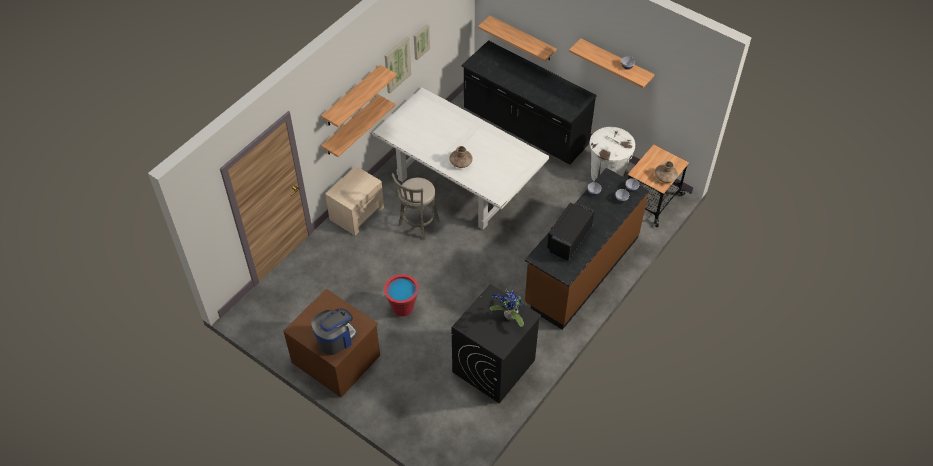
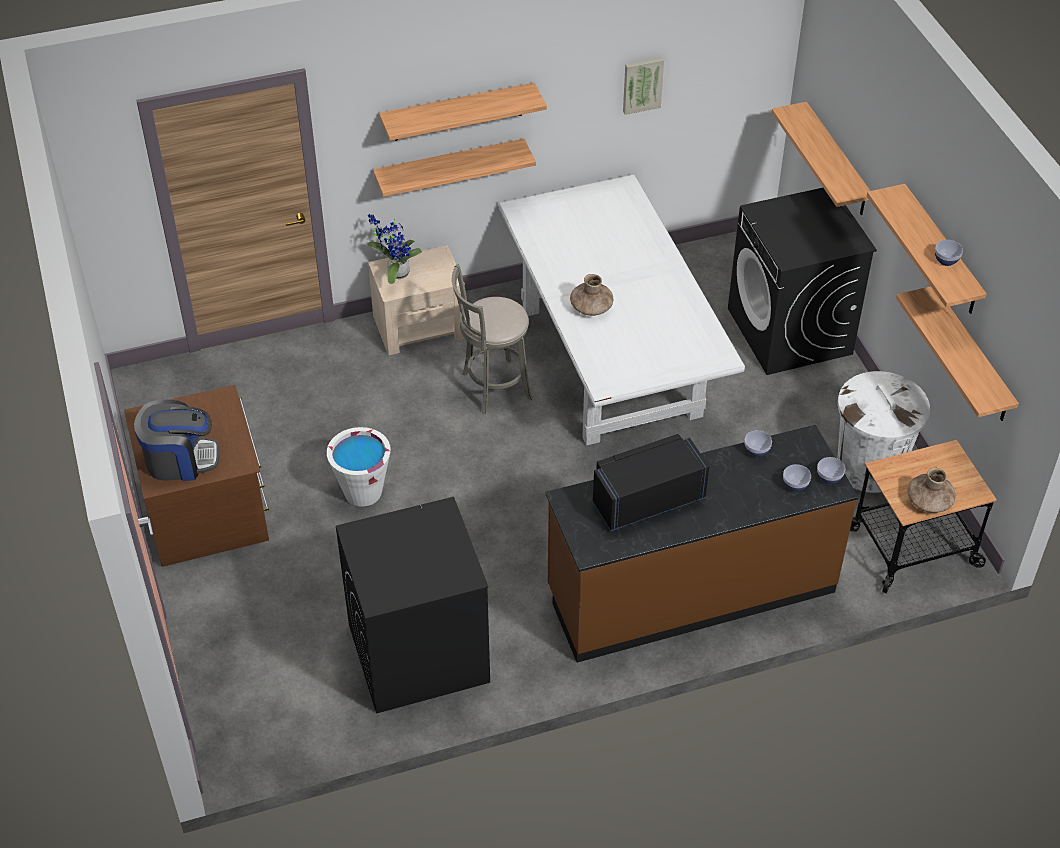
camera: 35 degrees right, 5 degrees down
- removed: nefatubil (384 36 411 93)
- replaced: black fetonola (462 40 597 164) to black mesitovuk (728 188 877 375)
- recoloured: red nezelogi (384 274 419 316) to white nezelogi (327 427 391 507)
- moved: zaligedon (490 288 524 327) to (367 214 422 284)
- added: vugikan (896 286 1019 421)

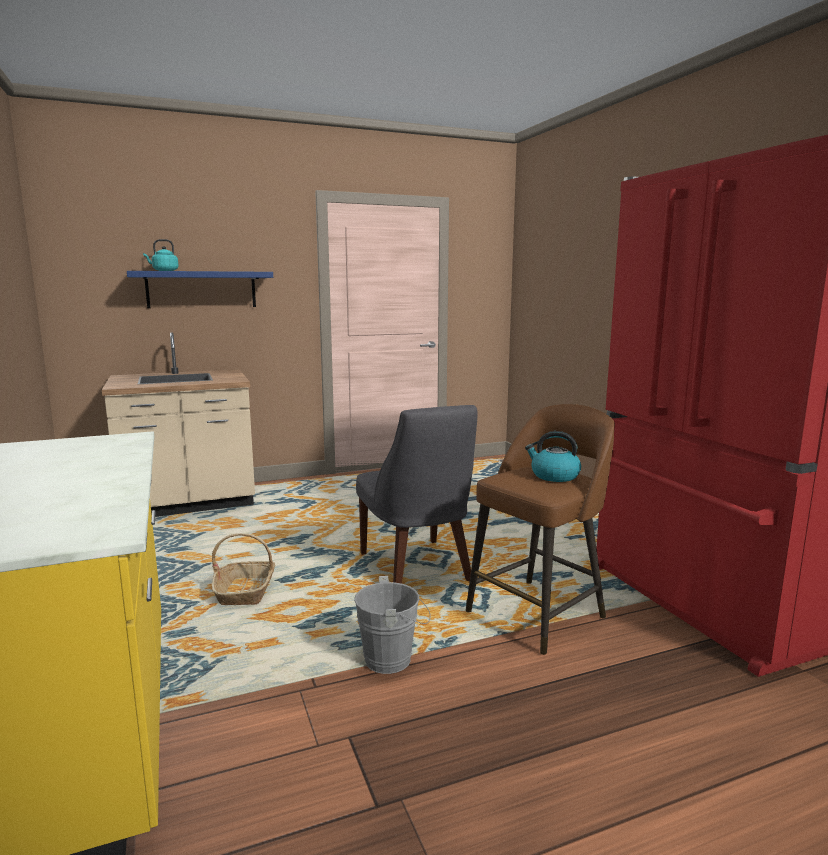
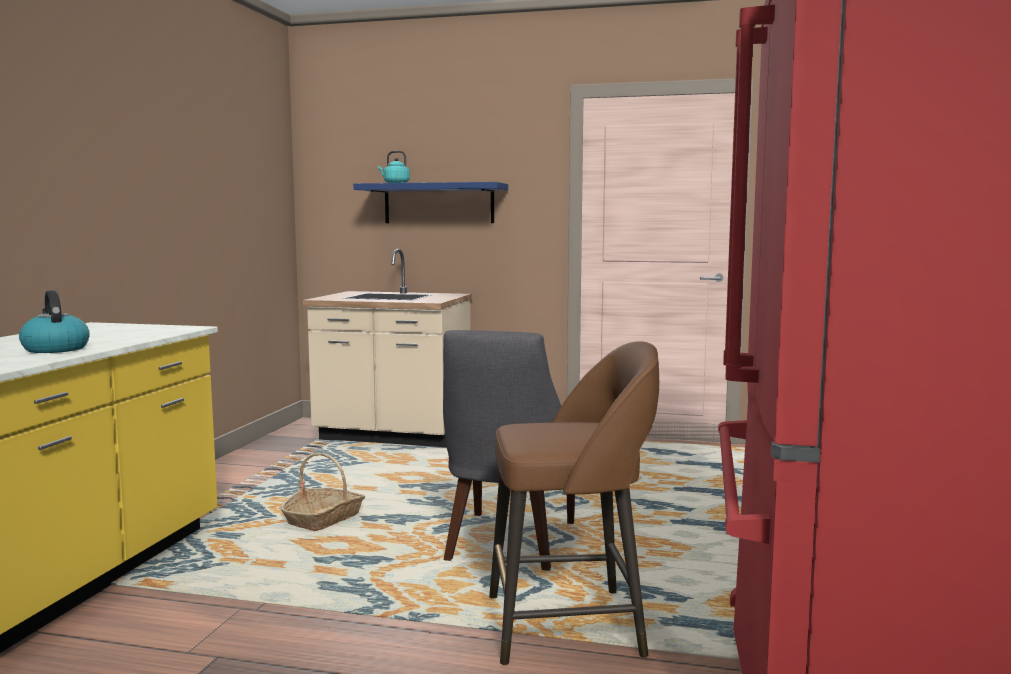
camera: 35 degrees right, 5 degrees down
- moved: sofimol (525 431 581 482) to (19 290 90 353)
- removed: grey nezelogi (354 576 430 674)

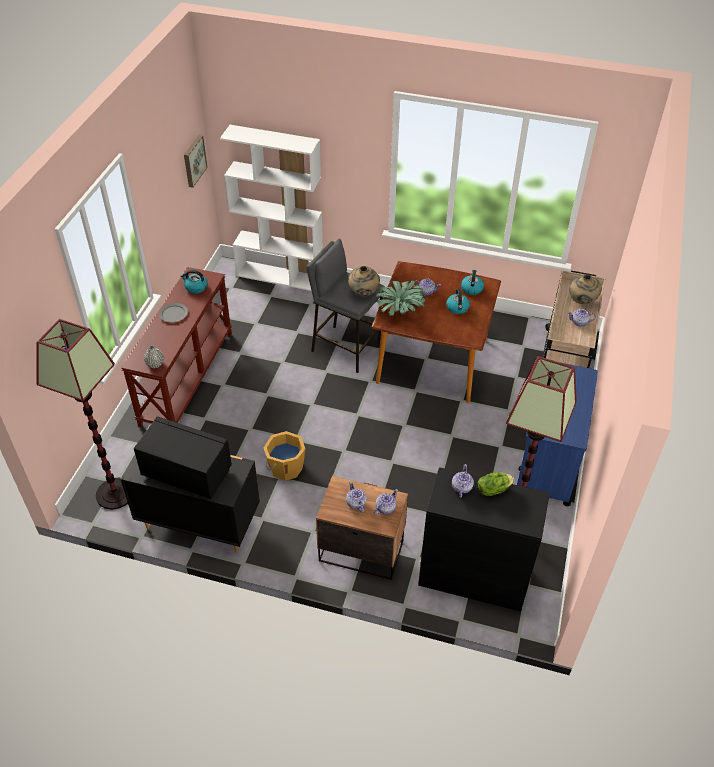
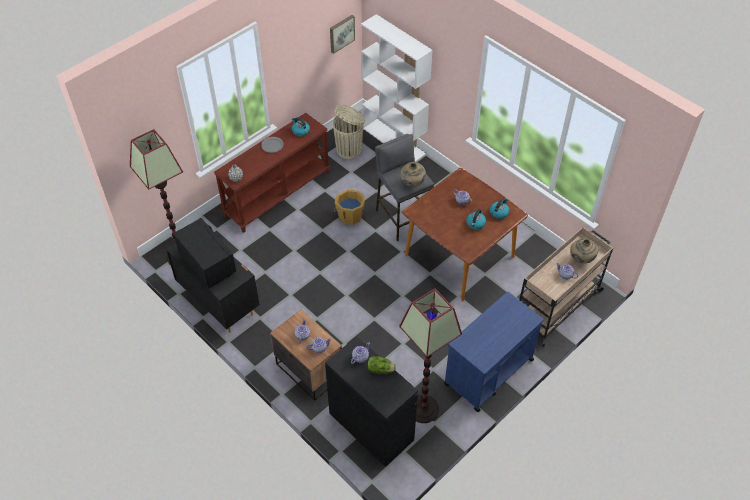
camera: 30 degrees right, 5 degrees up
- removed: zaligedon (376 280 426 316)
- moved: orange nezelogi (264 431 305 481) to (334 189 365 225)
- added: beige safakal (333 105 365 159)

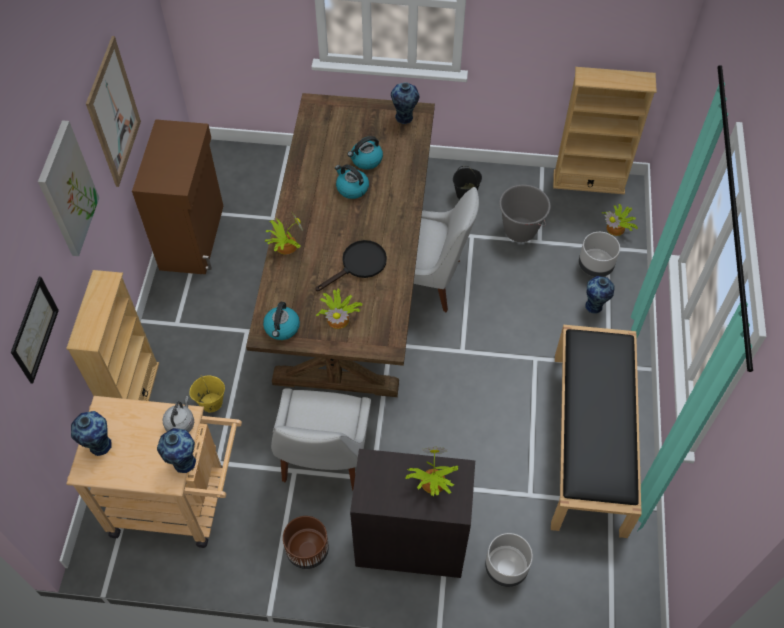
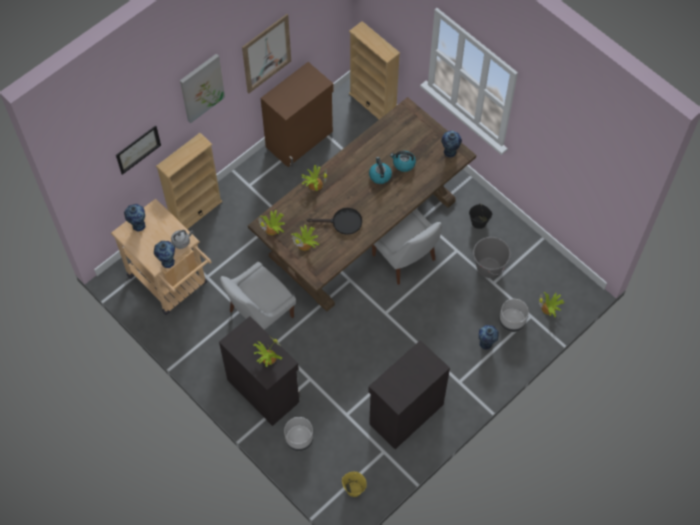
camera: 40 degrees right, 5 degrees up
- moved: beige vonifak (553 67 657 194) to (349 21 400 119)
- replaced: sofimol (263 302 300 340) to zaligedon (258 210 285 235)
- replaced: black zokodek (551 325 642 538) to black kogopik (368 340 450 449)
- moved: yellow nezelogi (189 376 225 412) to (342 472 367 497)
- removed: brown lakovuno (283 516 329 569)

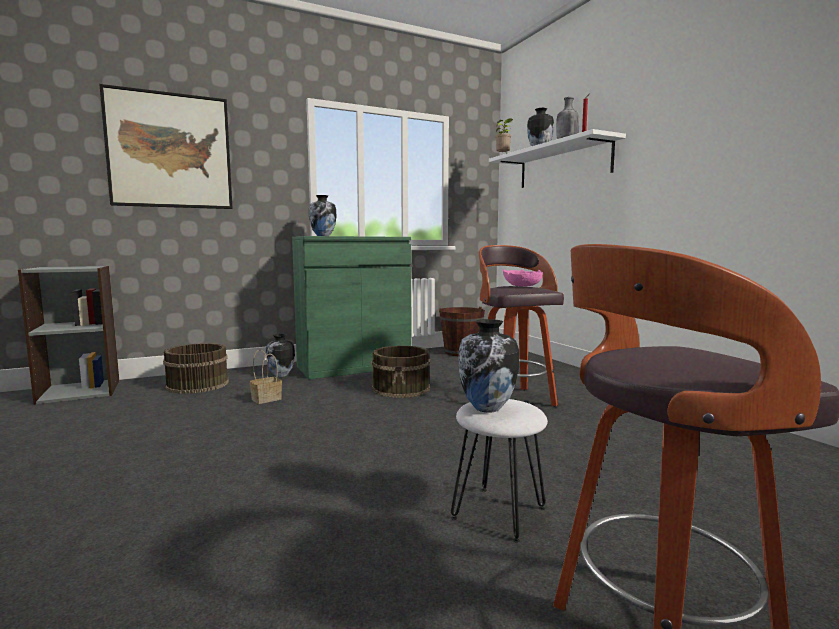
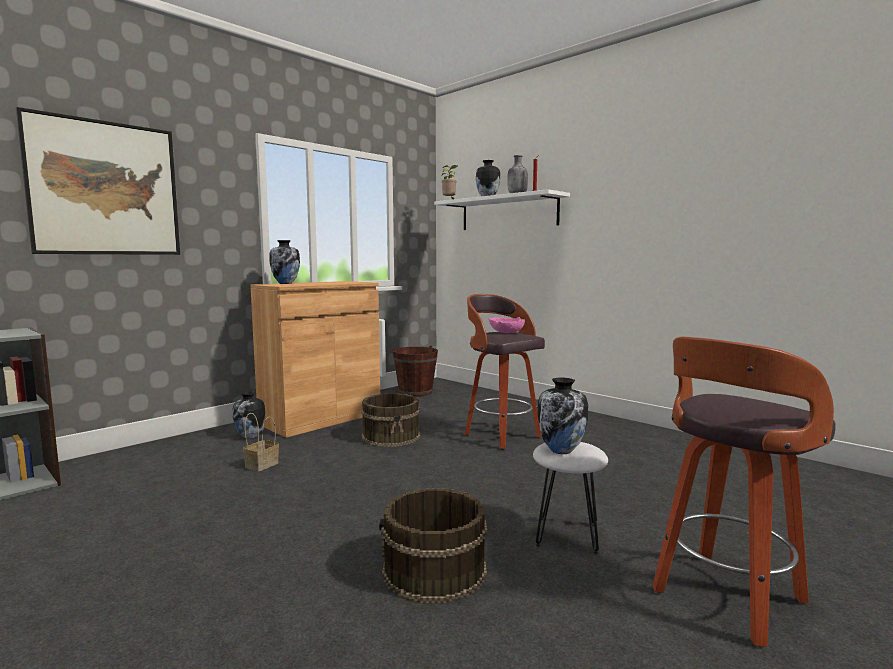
camera: 20 degrees left, 0 degrees up
- recoloured: green kogopik (292 236 411 379) to brown kogopik (250 281 380 438)
- moved: brown nezelogi (163 343 229 394) to (379 488 487 603)

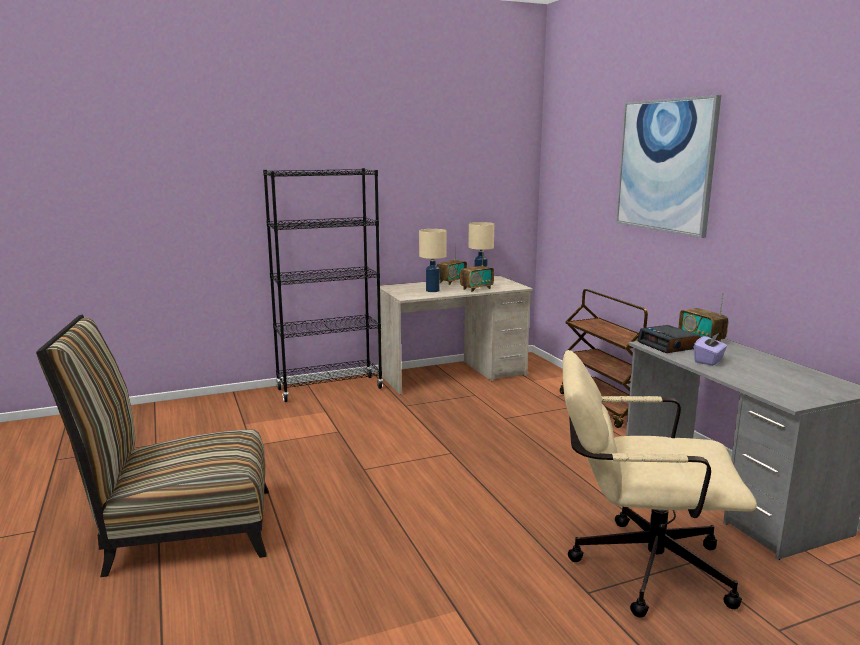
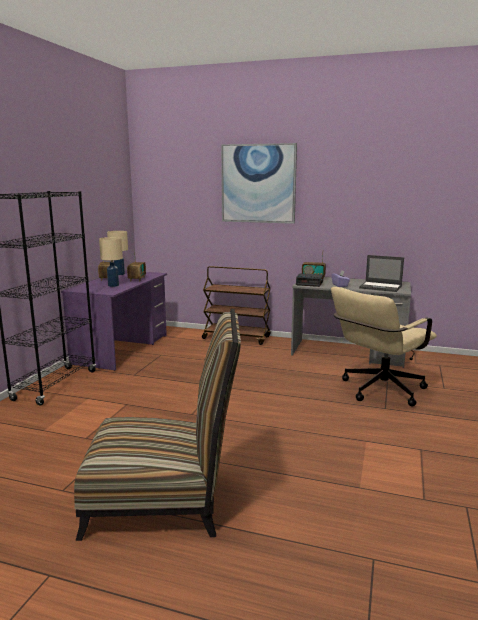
camera: 50 degrees left, 0 degrees up
- recoloured: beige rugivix (376 276 533 395) to purple rugivix (61 271 167 371)
- turned: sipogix (36 315 269 577) = (74 309 241 541) 120 degrees counterclockwise
- added: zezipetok (359 255 404 292)

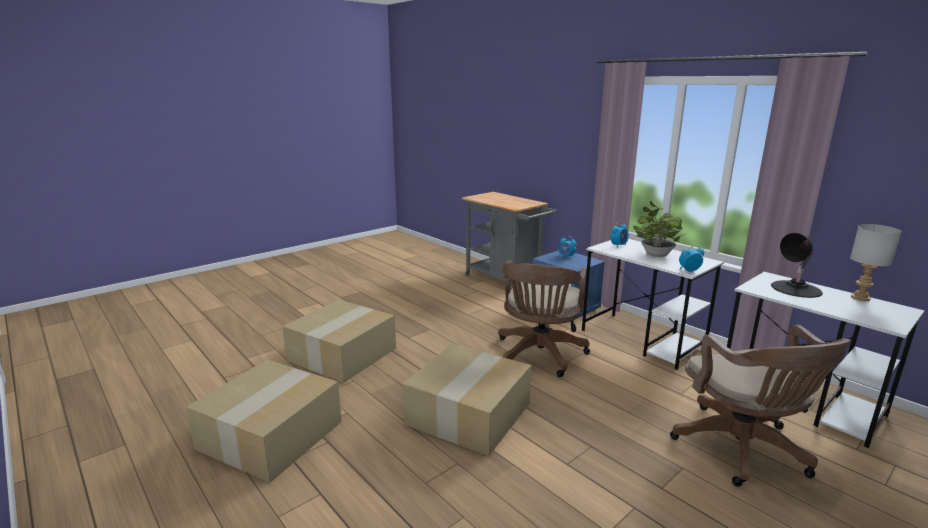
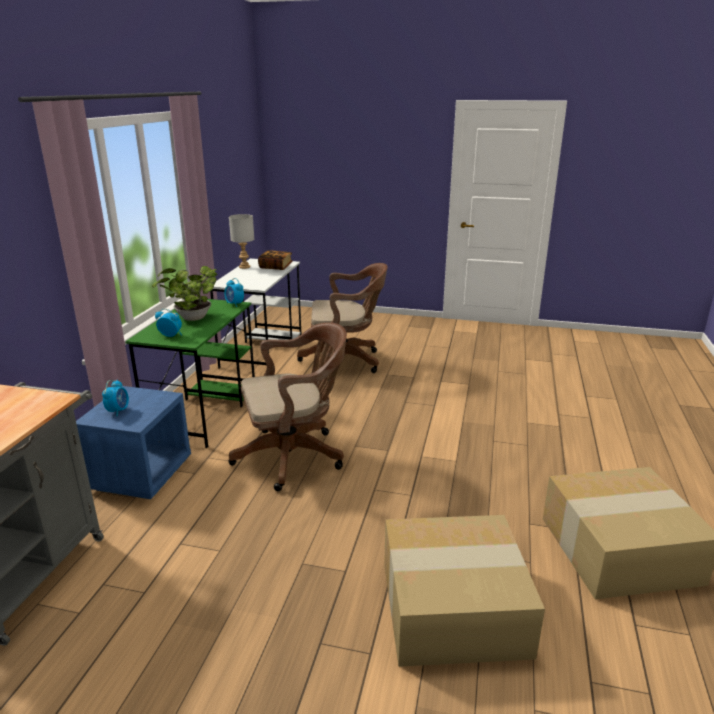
camera: 125 degrees left, 5 degrees up
- removed: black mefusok (771 233 823 298)
- recoloured: white rugivix (582 239 724 370) to green rugivix (125 299 255 448)
- turned: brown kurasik (670 325 850 487) = (297 263 388 373) 45 degrees clockwise
- removed: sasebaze (402 344 531 456)
- added: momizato (258 250 293 270)

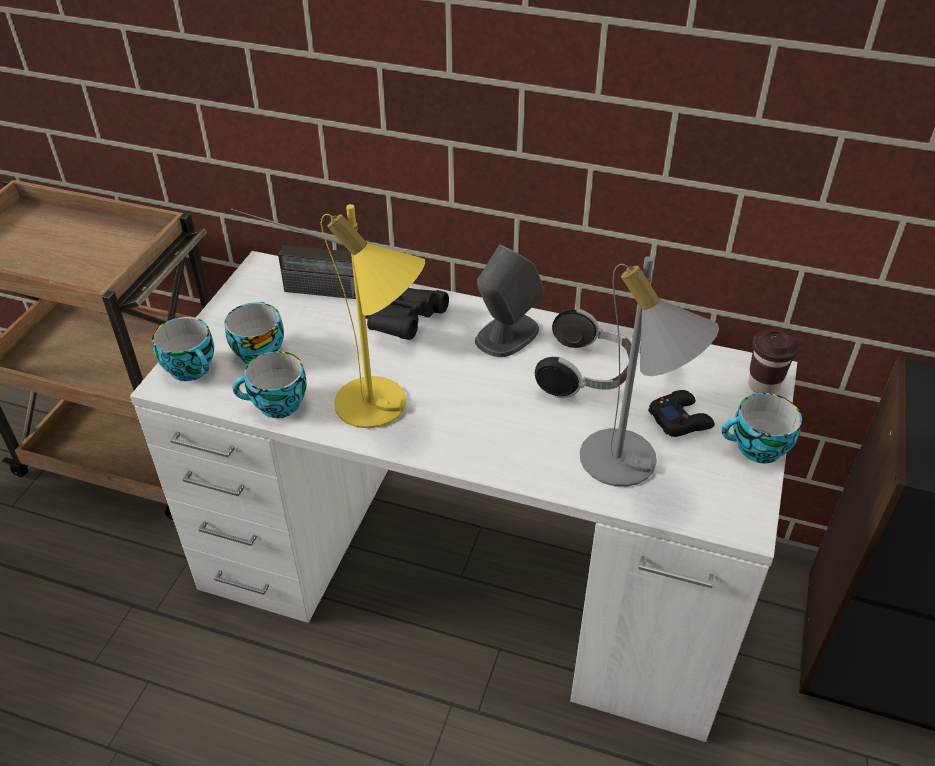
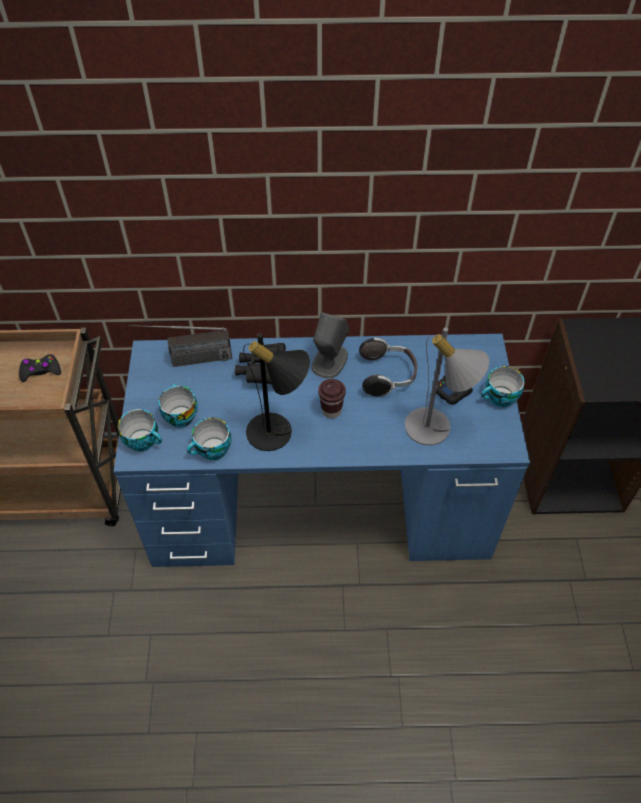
camera: 20 degrees left, 10 degrees up
- recoloured: yellow mefusok (321 204 425 428) to black mefusok (243 333 310 451)
- recoloured: white rugivix (130 251 797 742) to blue rugivix (113 334 530 567)
- moved: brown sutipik (748 329 798 394) to (318 379 346 419)
- added: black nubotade (19 354 61 382)

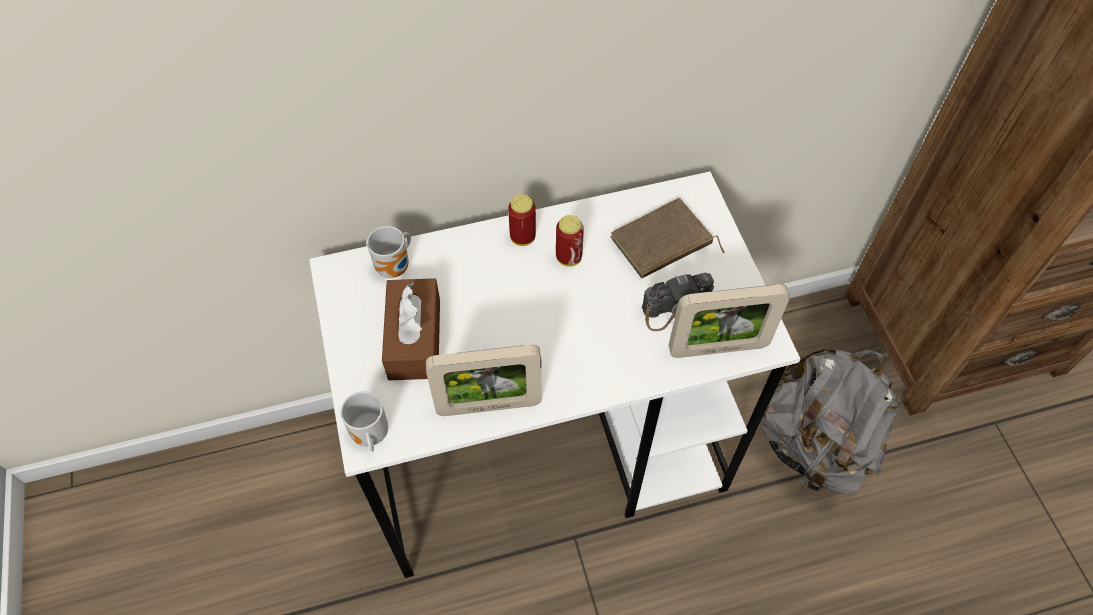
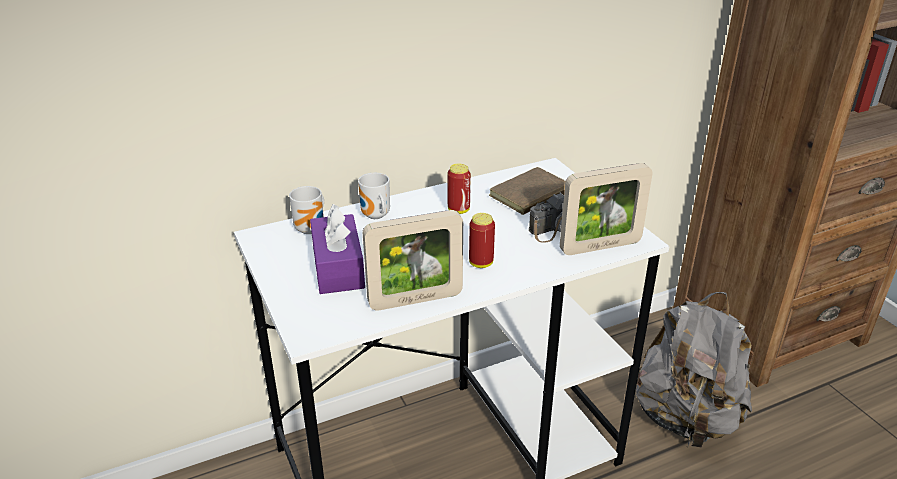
camera: 10 degrees left, 25 degrees down
- moved: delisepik (508 194 536 246) to (469 213 495 268)
- recoloured: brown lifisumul (382 278 440 380) to purple lifisumul (310 204 365 294)
- moved: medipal (341 391 388 452) to (358 173 390 219)

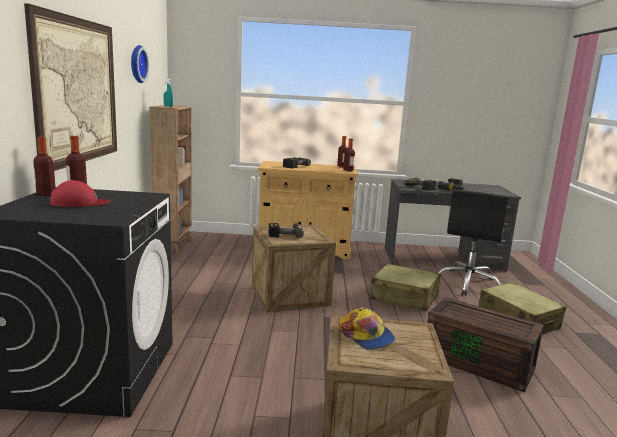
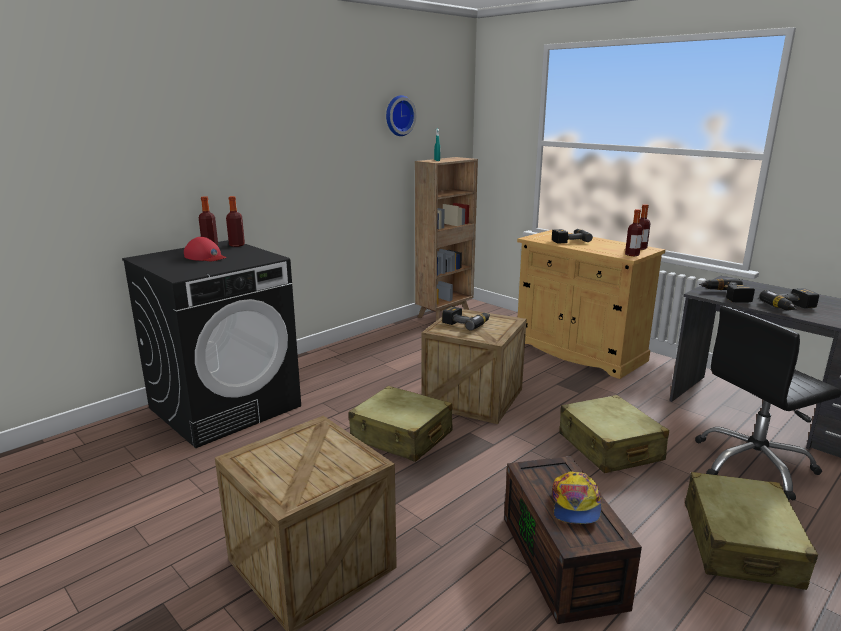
camera: 45 degrees right, 5 degrees up
- removed: nefatubil (24 3 117 171)
- moved: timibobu (339 307 395 349) to (552 472 602 524)
- added: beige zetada (349 386 453 462)

